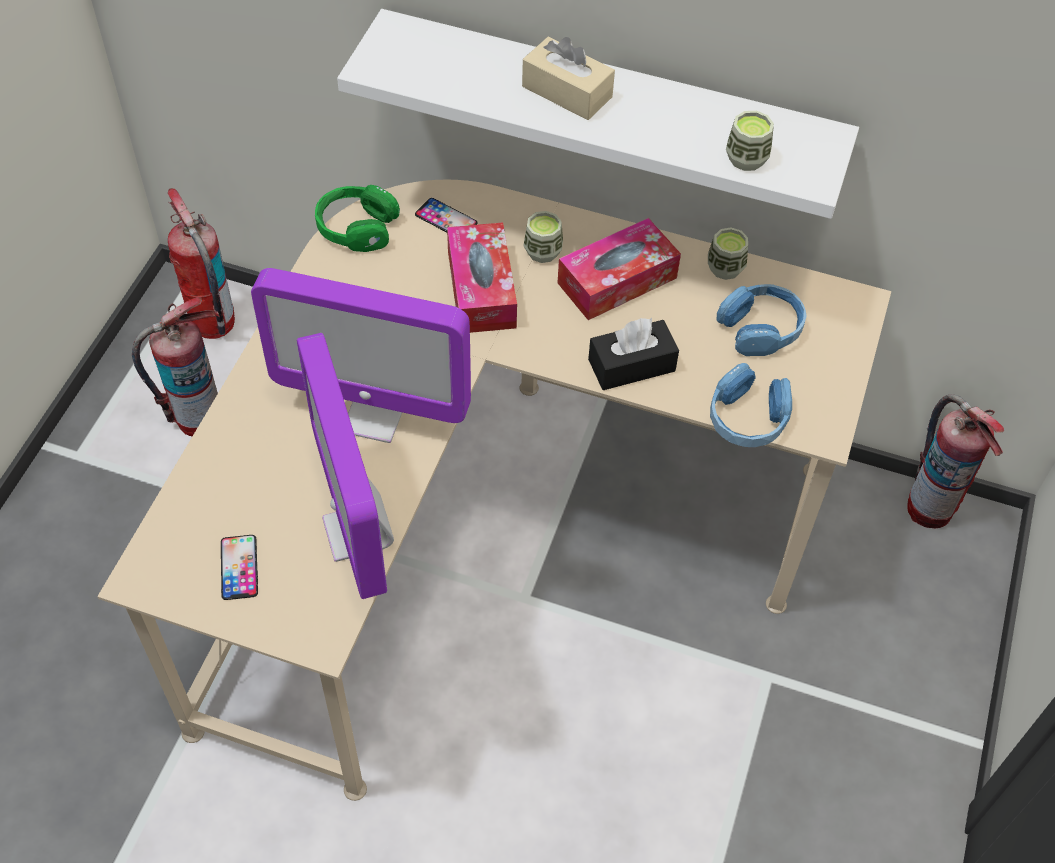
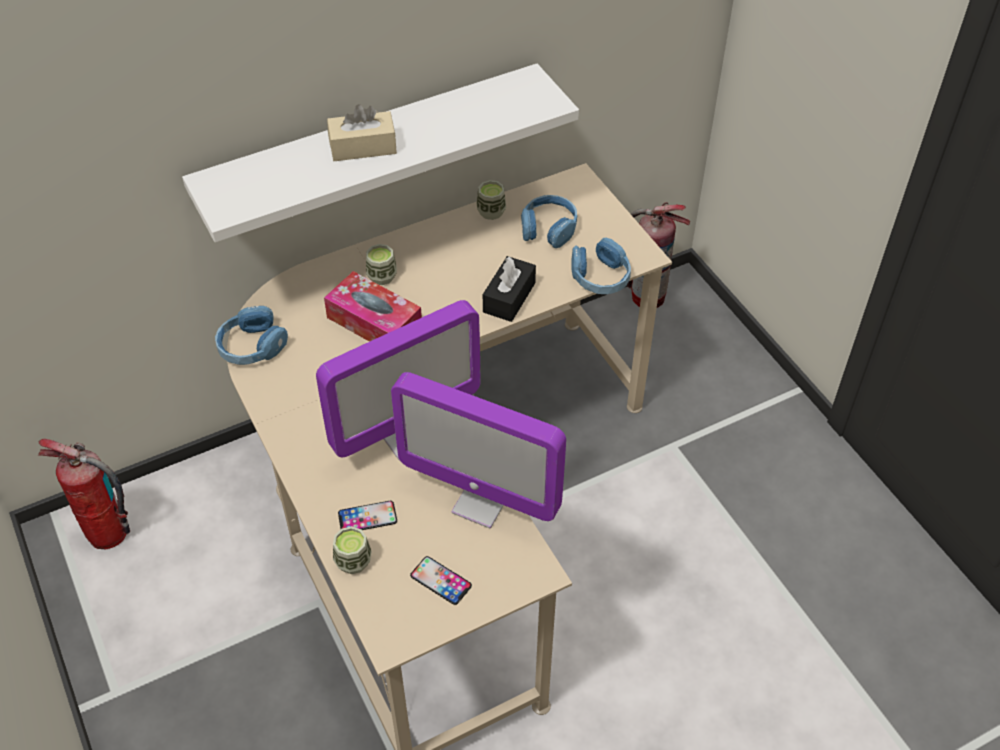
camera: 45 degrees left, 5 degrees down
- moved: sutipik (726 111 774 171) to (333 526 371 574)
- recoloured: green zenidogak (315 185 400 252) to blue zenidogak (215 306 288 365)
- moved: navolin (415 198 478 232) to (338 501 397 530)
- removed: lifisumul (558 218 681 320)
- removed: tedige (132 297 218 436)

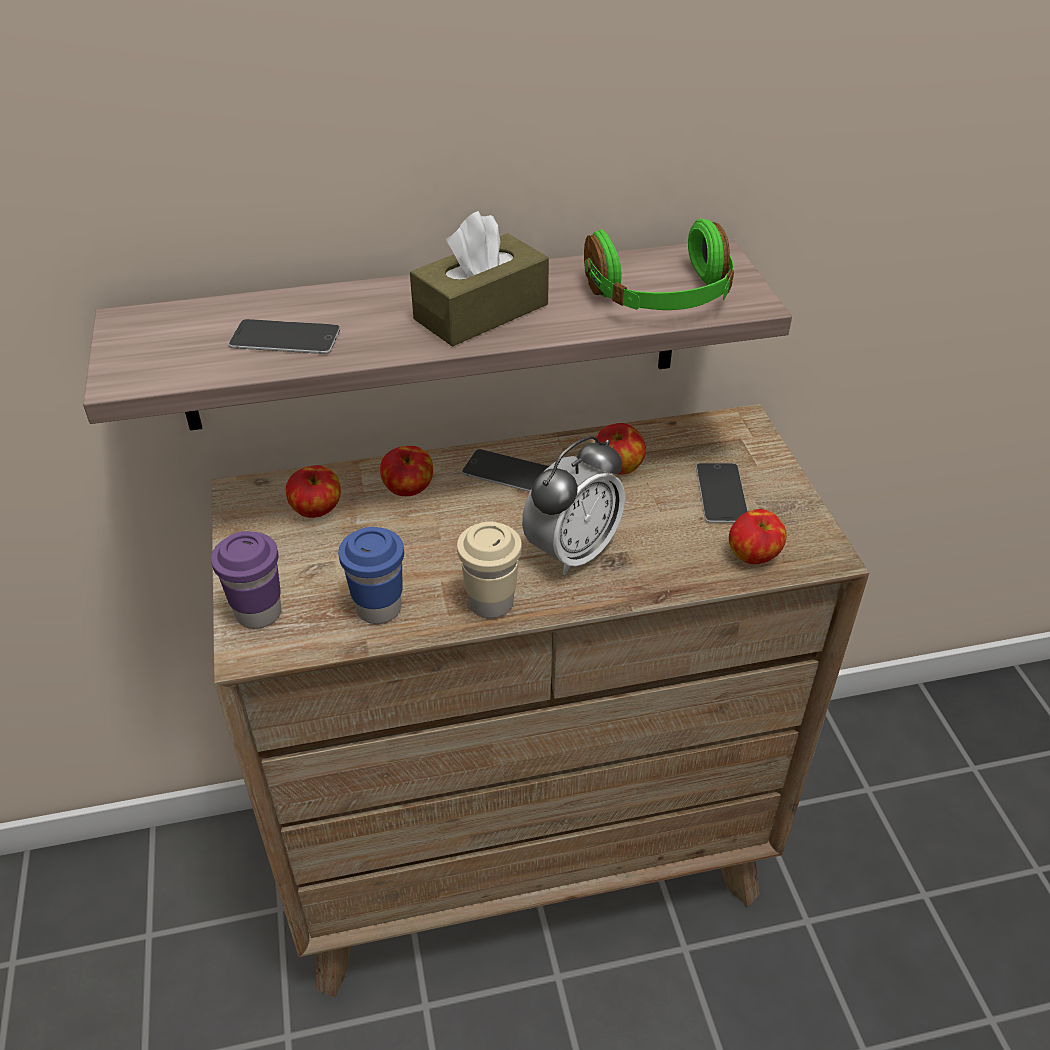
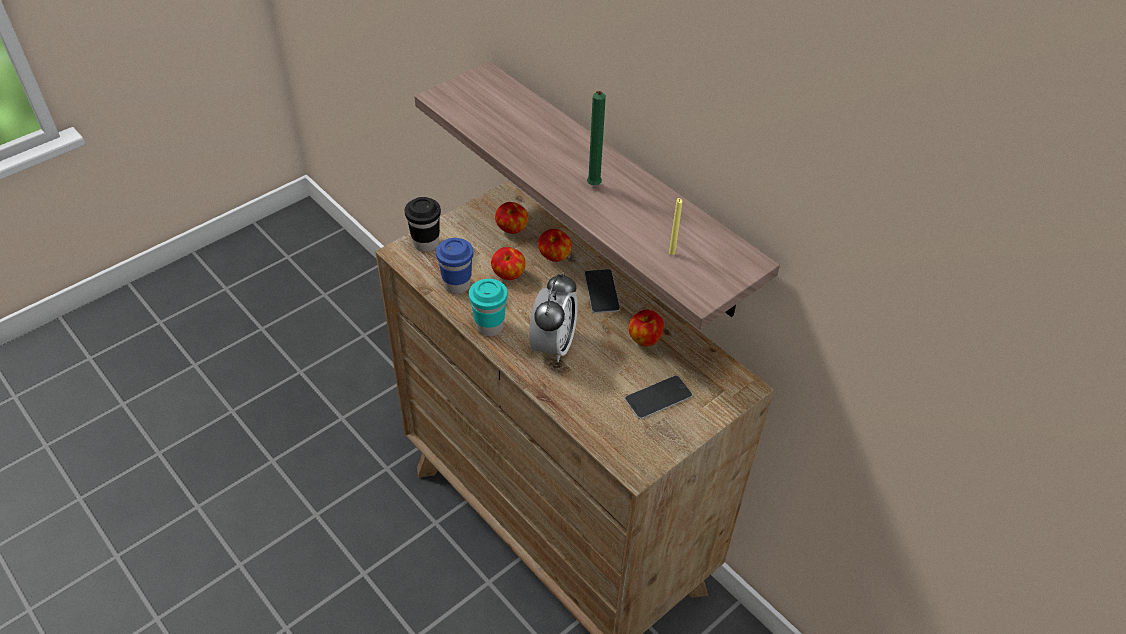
camera: 60 degrees right, 5 degrees up
- replaced: brown lifisumul (410 211 549 347) to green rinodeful (587 91 606 185)
- replaced: green zenidogak (584 219 734 310) to yellow rinodeful (669 198 682 255)
- removed: navolin (228 319 340 354)
- turned: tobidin (522 436 625 575) = (529 272 578 362) 90 degrees counterclockwise
- moved: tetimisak (729 509 787 564) to (491 247 526 280)
- recoloured: beige sutipik (457 521 522 619) to turquoise sutipik (469 279 508 336)
- recoloured: purple sutipik (211 531 281 629) to black sutipik (405 197 441 252)

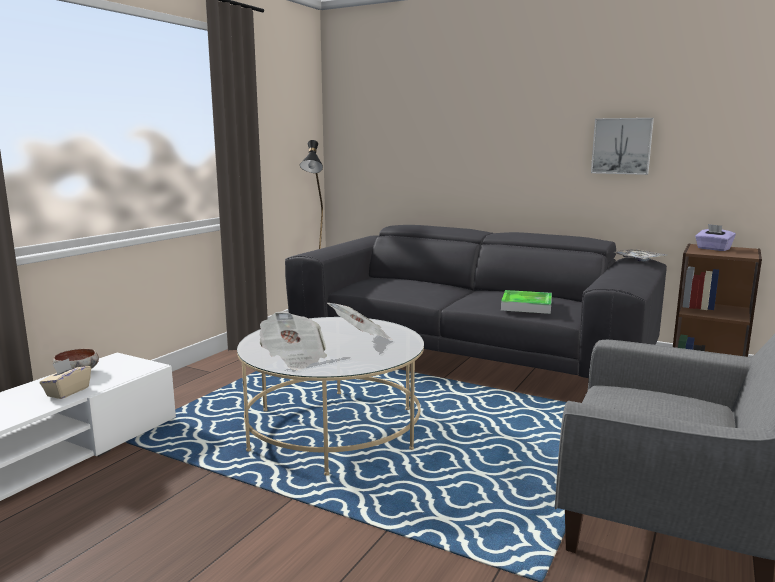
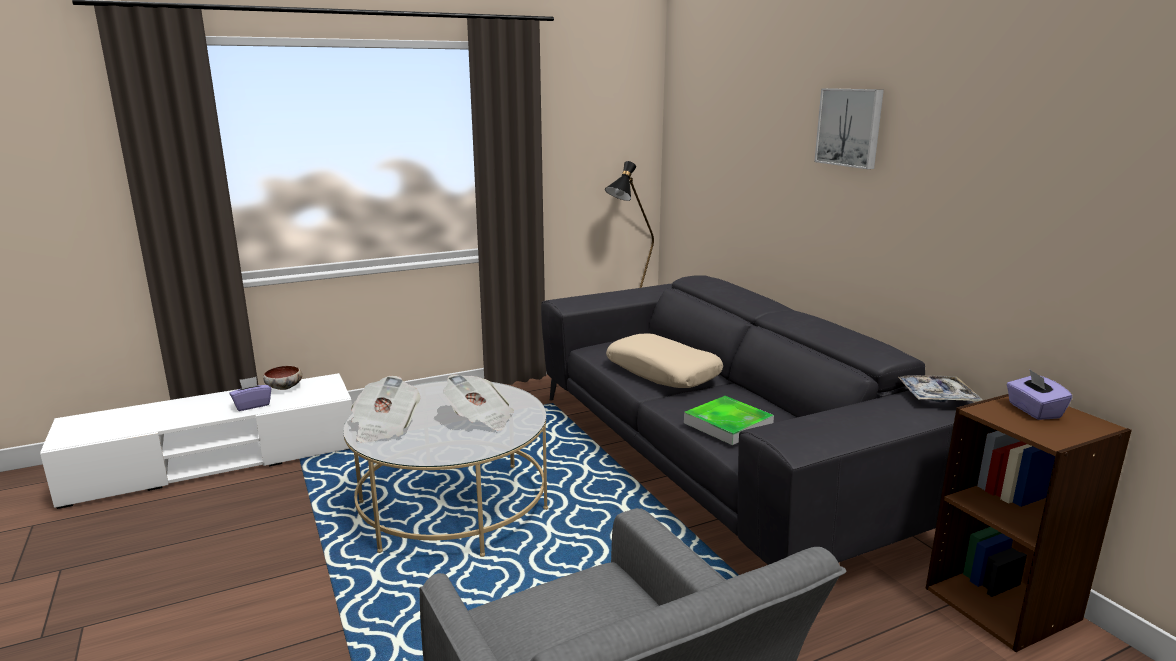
camera: 35 degrees right, 5 degrees up
- moved: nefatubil (591 118 654 175) to (814 88 884 169)
- recoloured: beige lifisumul (39 358 91 399) to purple lifisumul (229 377 271 411)
- added: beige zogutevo (606 333 723 388)

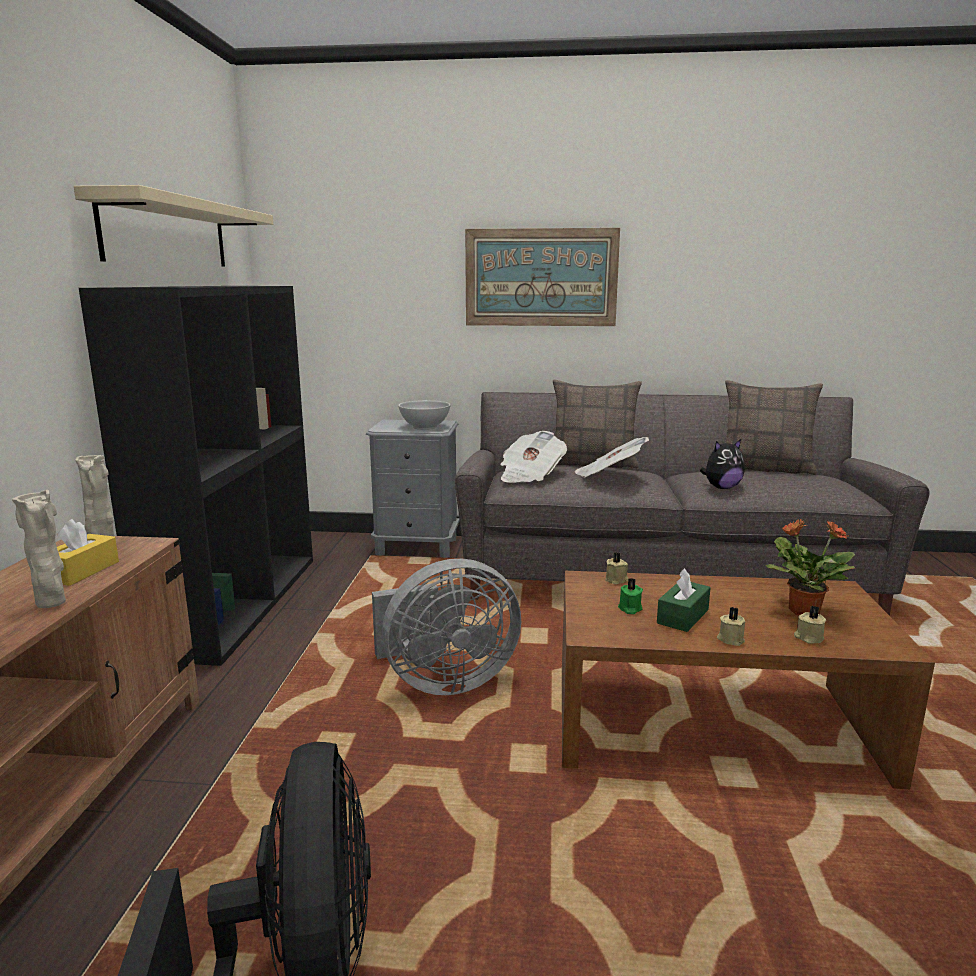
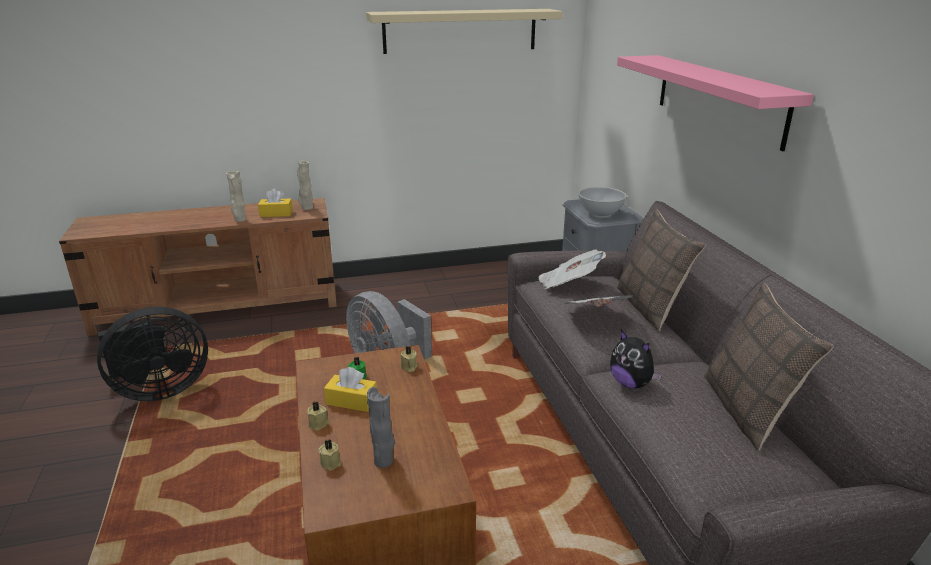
camera: 70 degrees right, 10 degrees up
- replaced: nefatubil (465 228 620 326) to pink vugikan (617 55 814 151)
- removed: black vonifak (79 286 313 666)
- replaced: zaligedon (766 519 855 615) to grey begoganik (367 387 395 468)
- recoloured: green lifisumul (657 568 711 632) to yellow lifisumul (324 367 377 412)

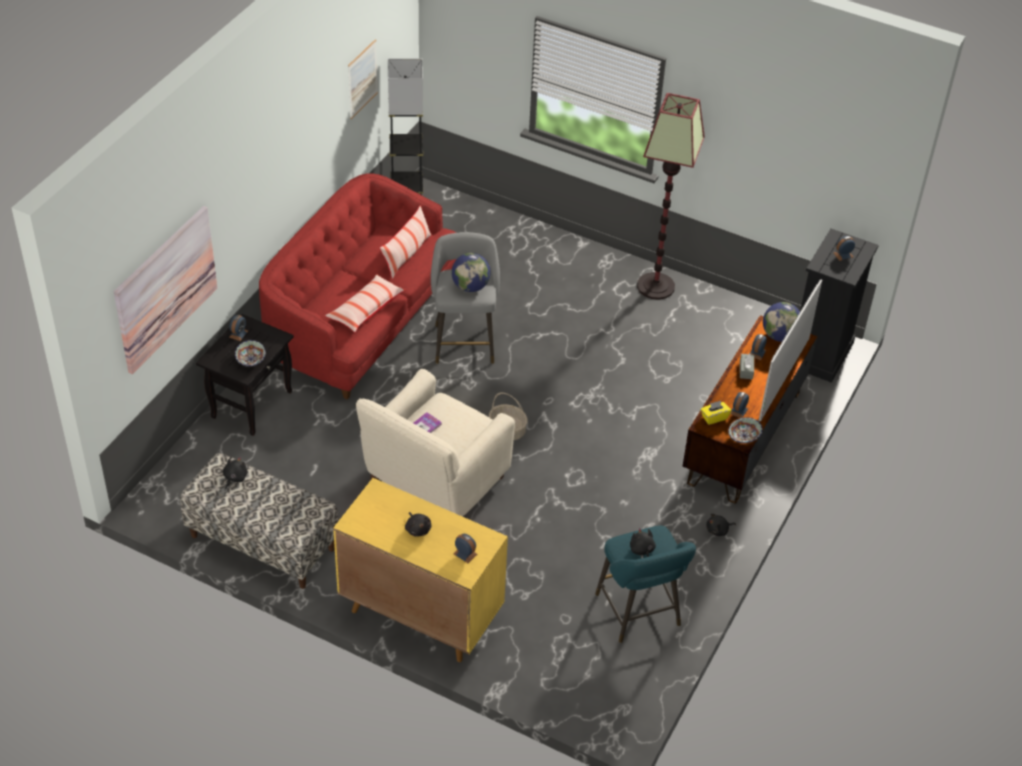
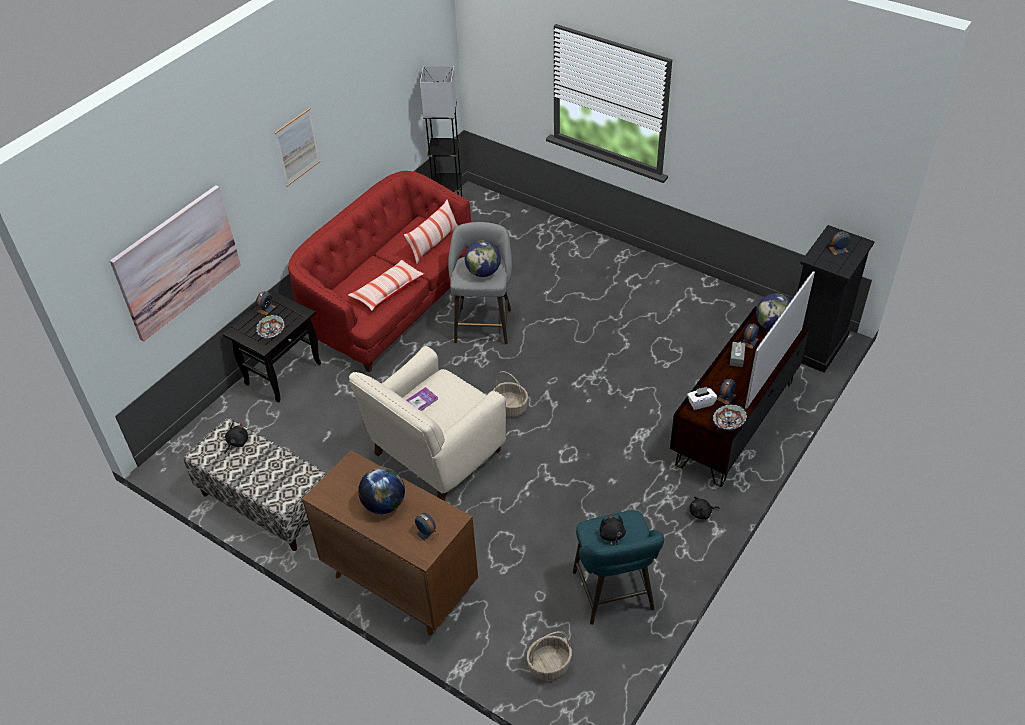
camera: 10 degrees right, 0 degrees up
- moved: nefatubil (348 39 378 119) to (274 108 321 187)
- removed: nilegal (637 93 705 300)
- recoloured: yellow lifisumul (701 401 731 425) to white lifisumul (687 387 717 410)
- recoloured: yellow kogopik (333 478 508 662) to brown kogopik (302 450 478 635)
- replaced: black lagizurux (405 512 431 537) to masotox (358 467 405 514)
- added: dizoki (527 631 572 680)

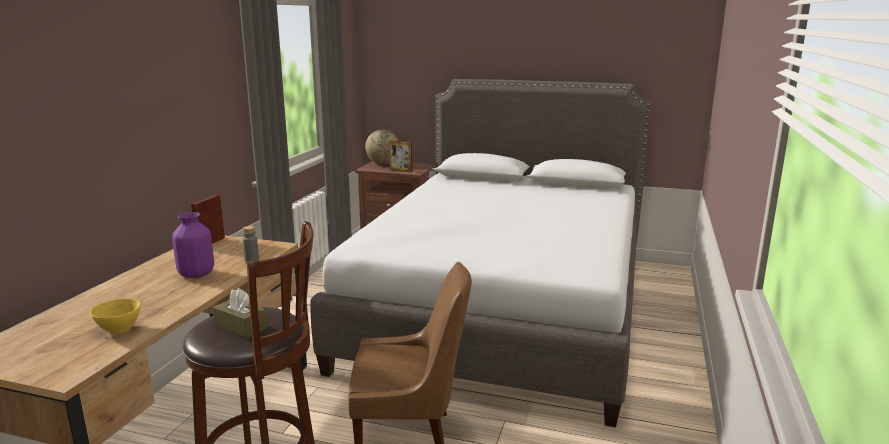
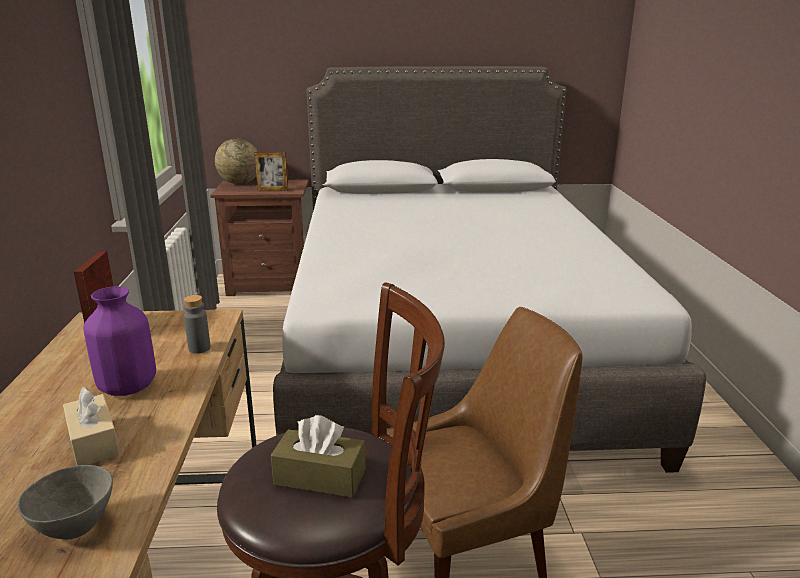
camera: 20 degrees left, 5 degrees up
- recoloured: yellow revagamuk (90 299 141 334) to grey revagamuk (18 465 113 540)
- added: beige lifisumul (63 387 120 466)

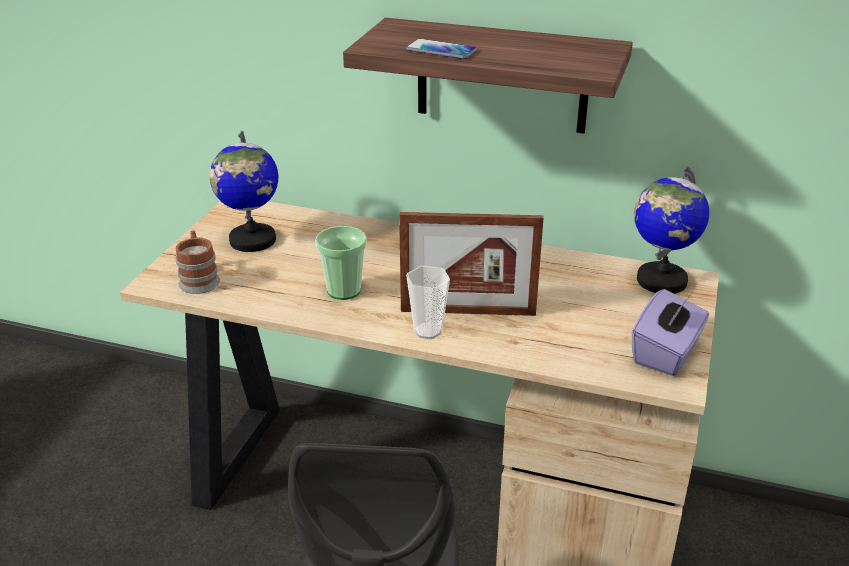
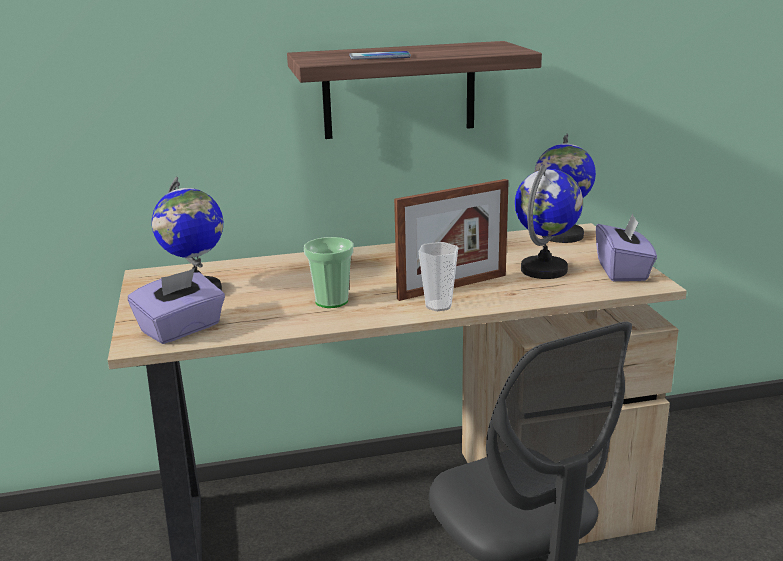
camera: 30 degrees left, 10 degrees down
- replaced: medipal (175 230 220 294) to purple lifisumul (128 268 225 344)
- added: masotox (515 165 583 279)

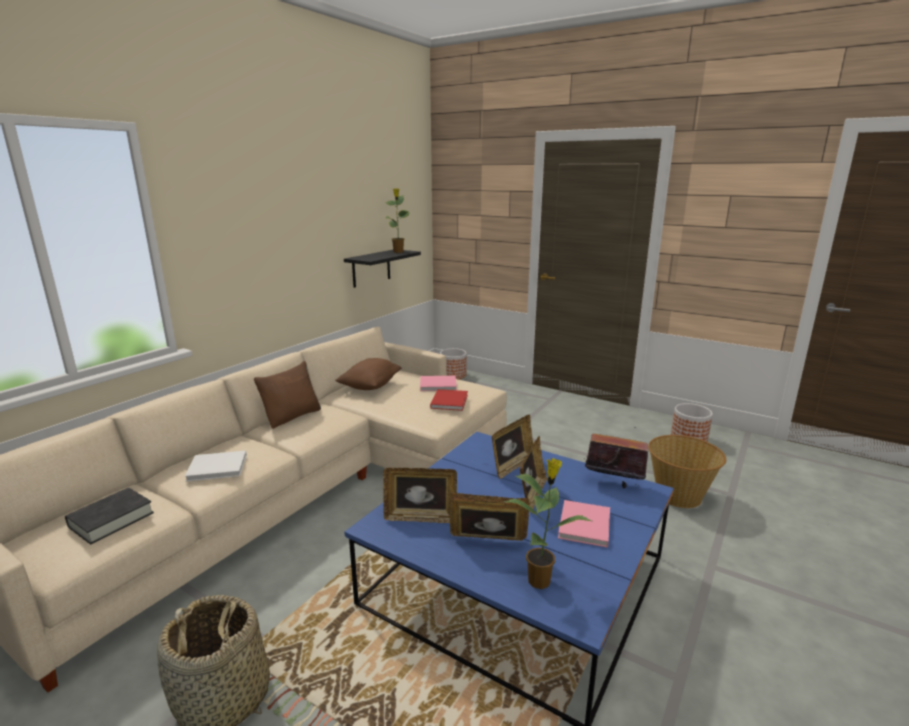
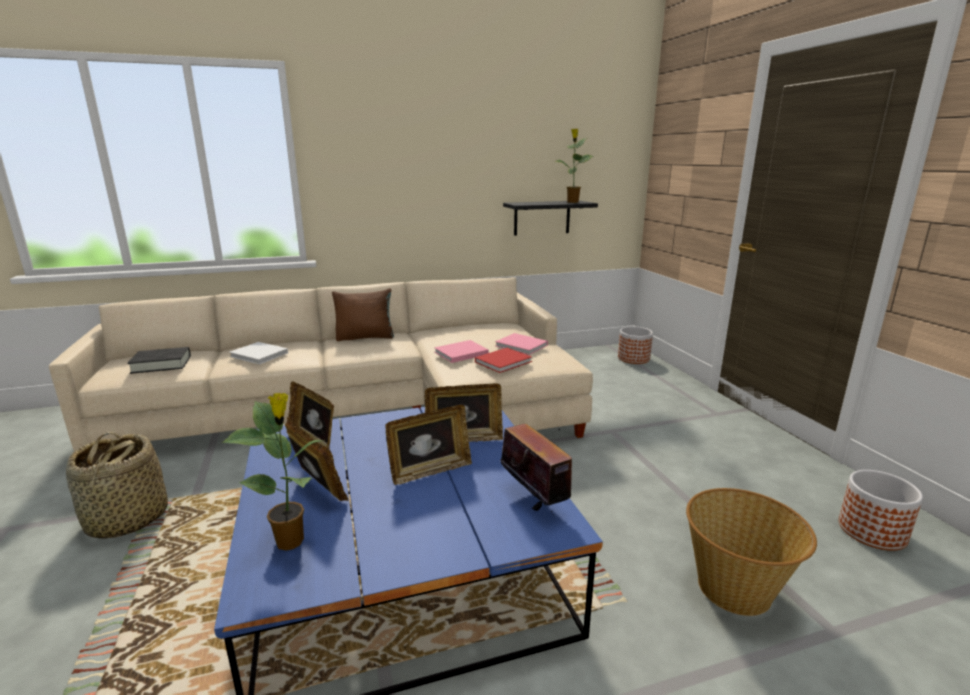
camera: 40 degrees right, 0 degrees up
- removed: brown zogutevo (335 358 402 390)
- moved: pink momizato (558 500 610 548) to (434 340 489 363)

